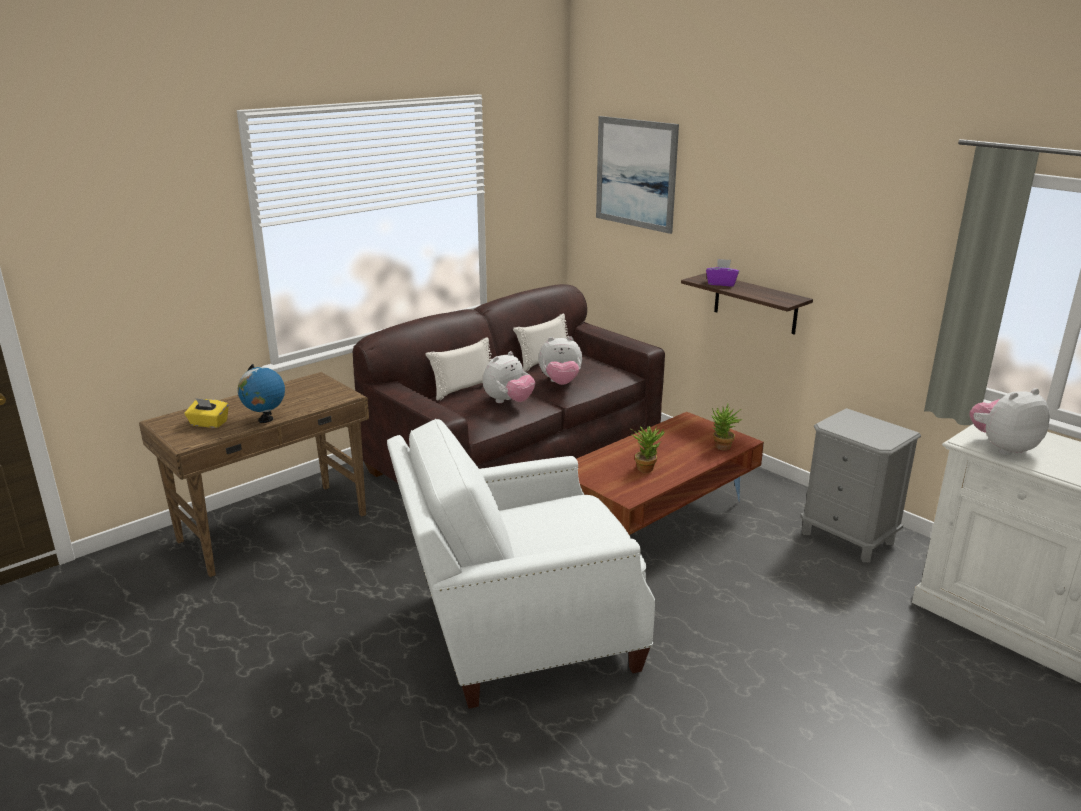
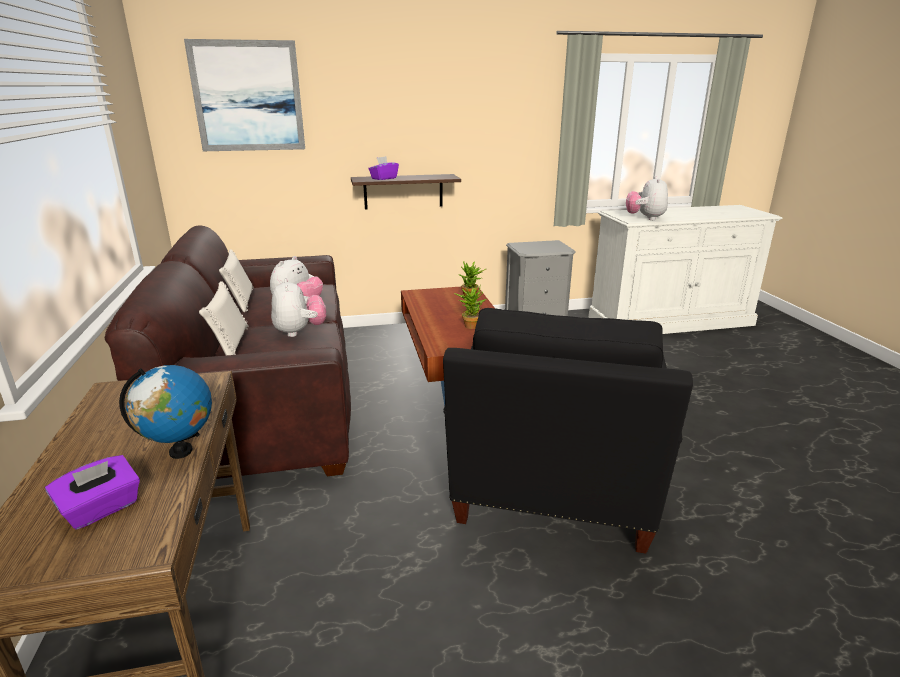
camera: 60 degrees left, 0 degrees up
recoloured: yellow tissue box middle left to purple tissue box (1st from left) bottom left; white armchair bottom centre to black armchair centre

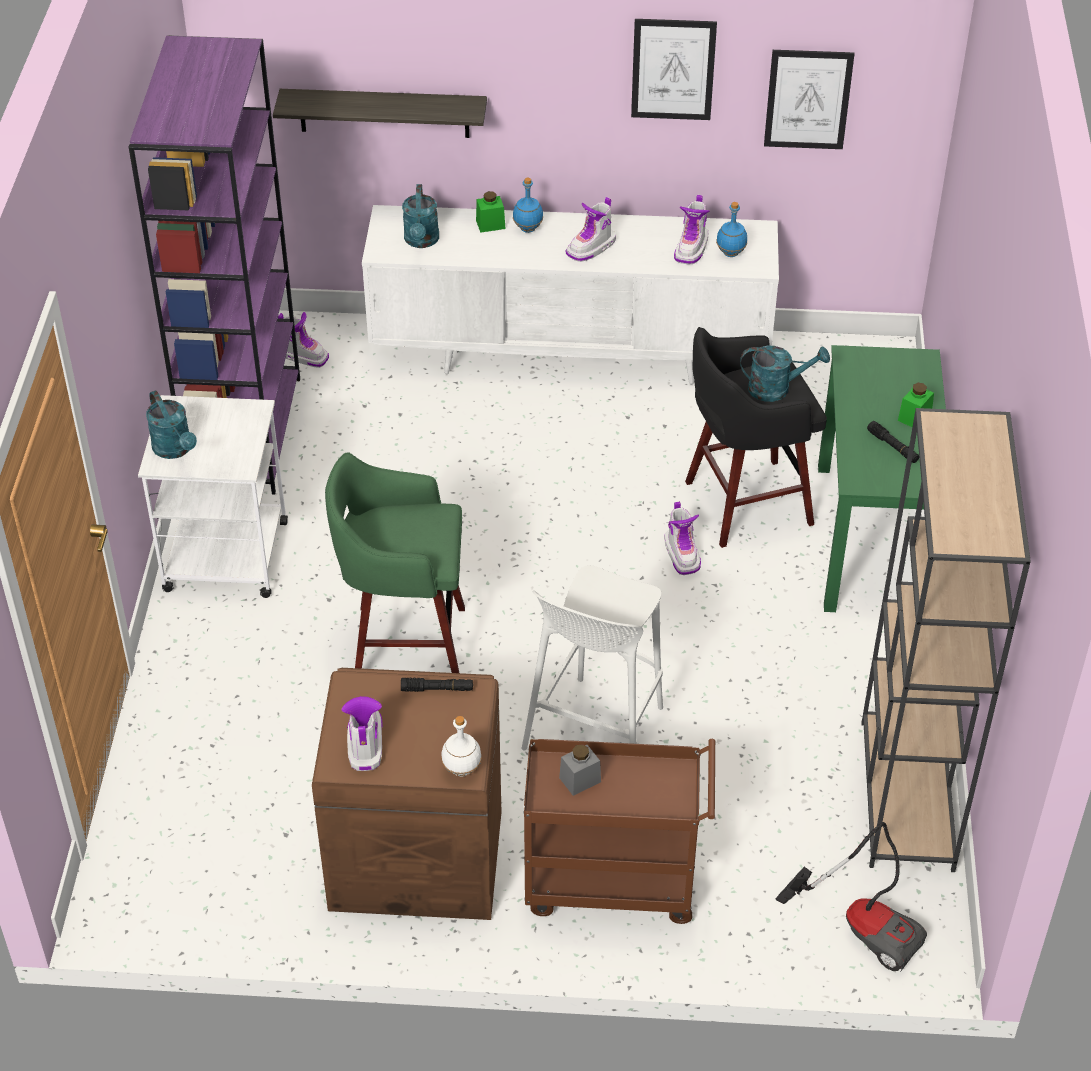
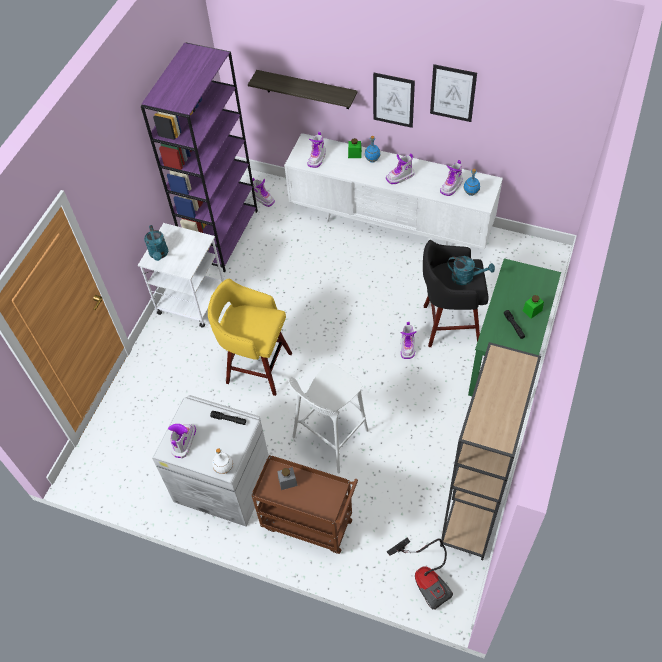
camera: 20 degrees right, 10 degrees up
moved: picture (2nd from left in the first image) top right to picture (1st from left) top centre
replaced: turquoise watering can (2nd from left) top centre to boot (3rd from left) top centre
recoloured: brown washing machine bottom centre to white washing machine bottom left; green stool centre to yellow stool centre

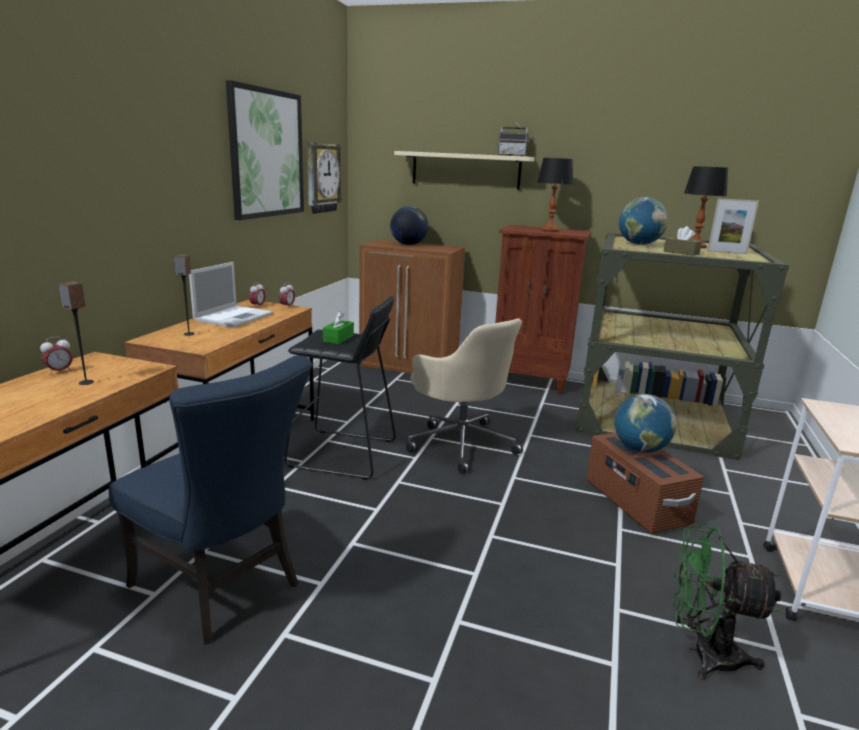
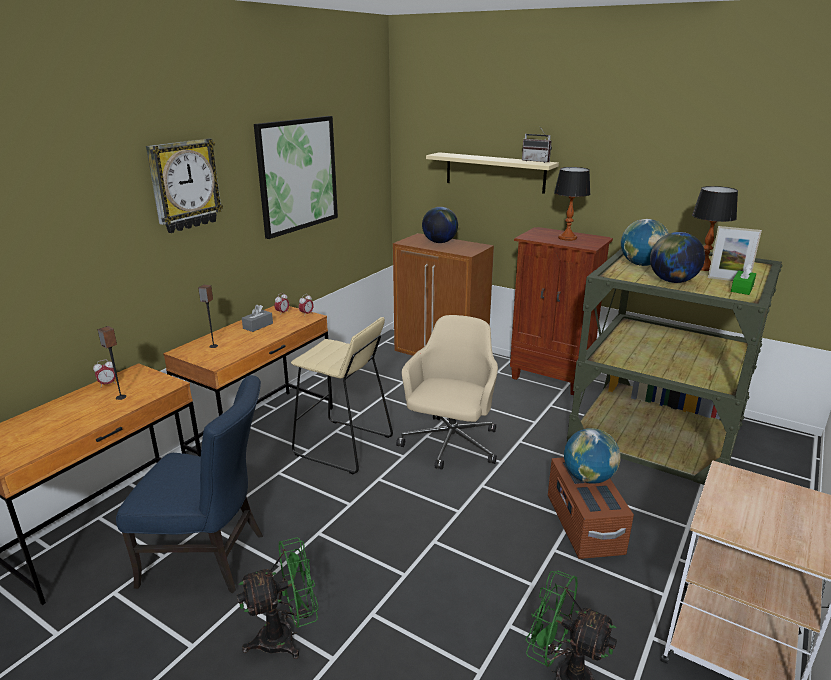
camera: 15 degrees right, 5 degrees up
added: green fan (1st from left) bottom centre
moved: wall clock top centre to top left; green tissue box centre to middle right
replaced: laptop middle left to grey tissue box middle left; brown tissue box top right to globe (4th from left) middle right
recoloured: black stool centre to beige stool centre
turned: blue chair bottom left = bottom left 45 degrees counterclockwise; beige office chair centre = centre 135 degrees counterclockwise

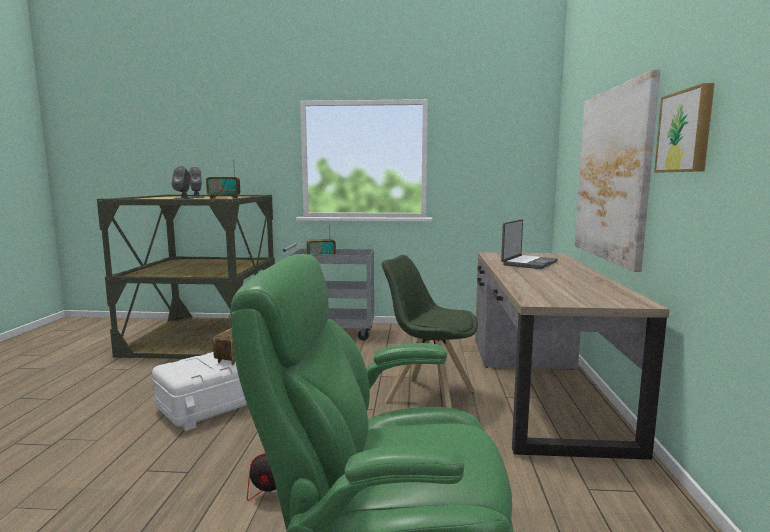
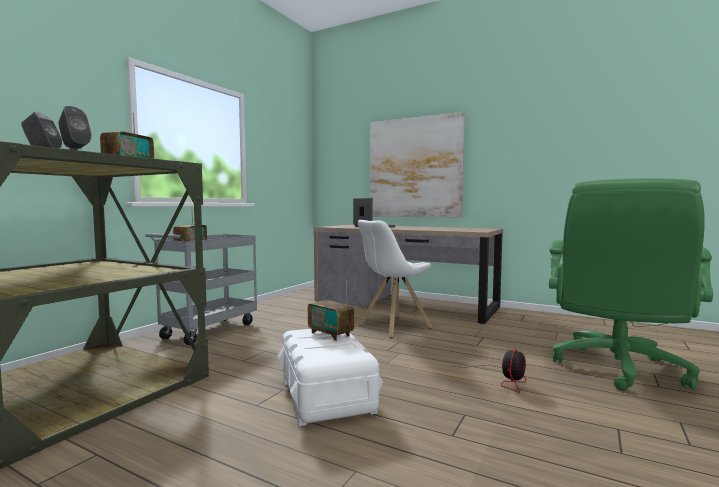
camera: 65 degrees left, 5 degrees down
removed: picture (2nd from left) top right
recoloured: green chair centre to white chair centre

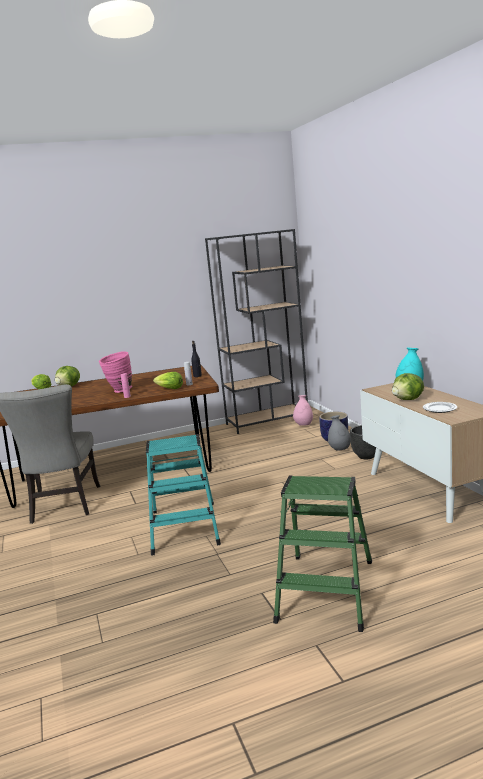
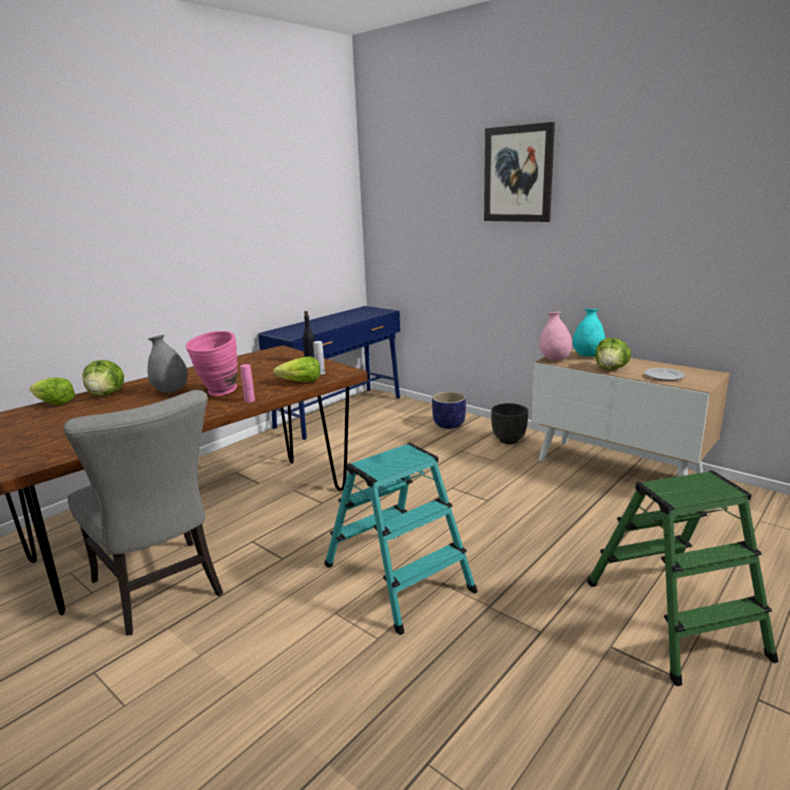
camera: 30 degrees left, 5 degrees up
added: picture top centre
moved: pink vase (2nd from left) centre to middle right; grey vase middle right to middle left
replaced: bookcase centre to blue console table centre

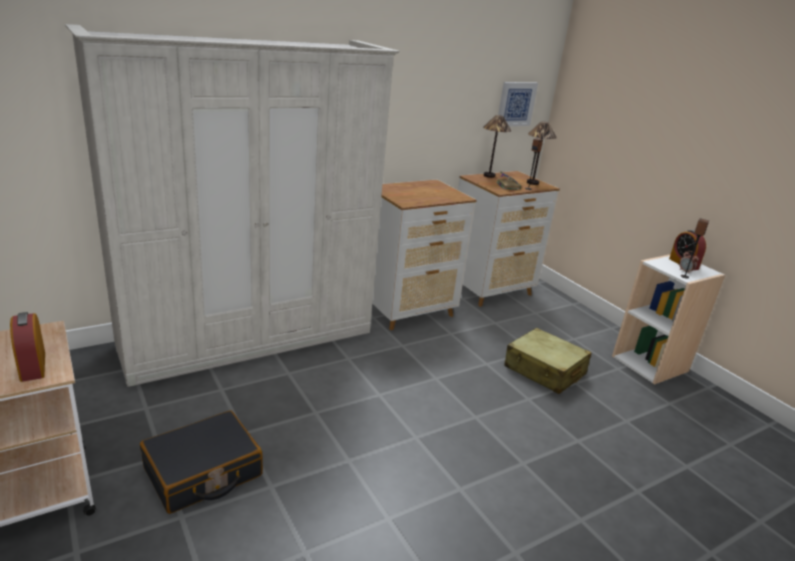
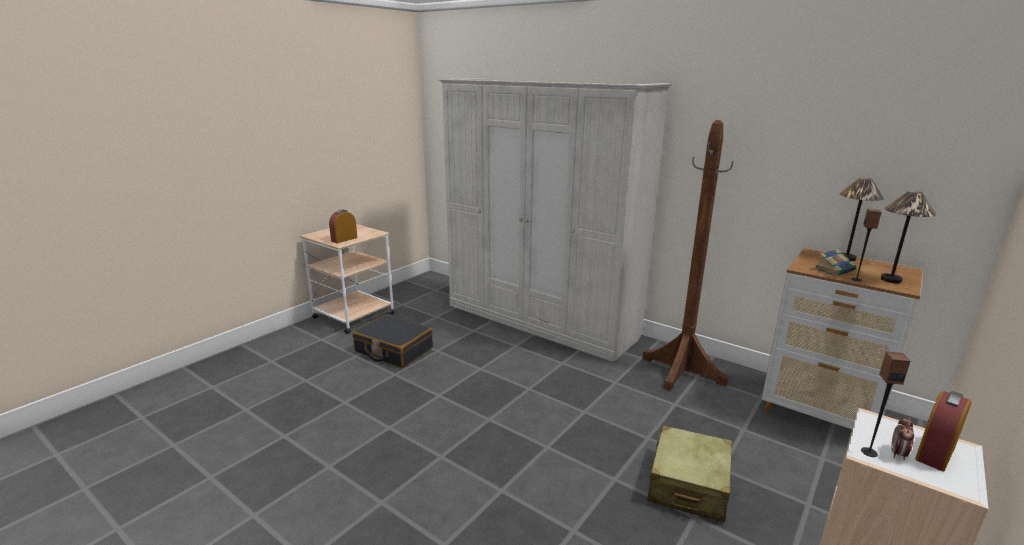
camera: 70 degrees right, 5 degrees down
removed: picture top centre
replaced: dresser (1st from left) centre to brown clothes rack middle right

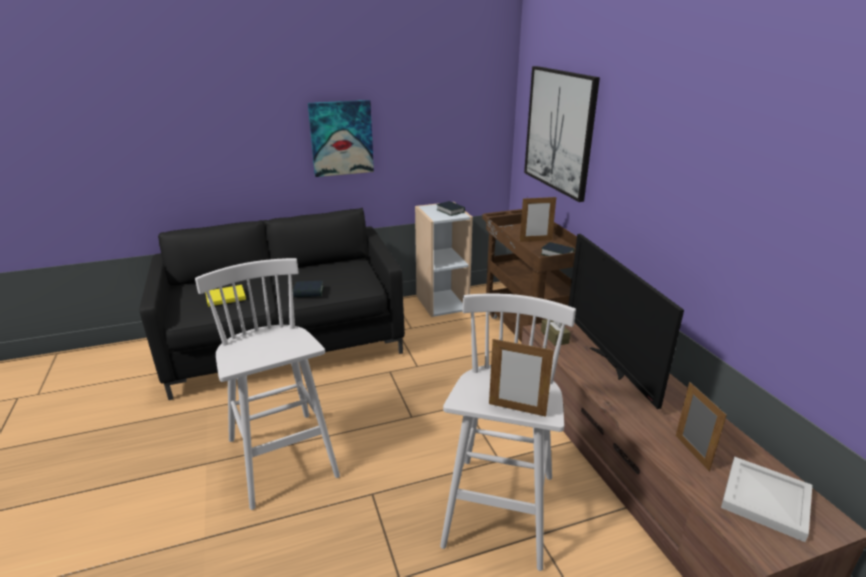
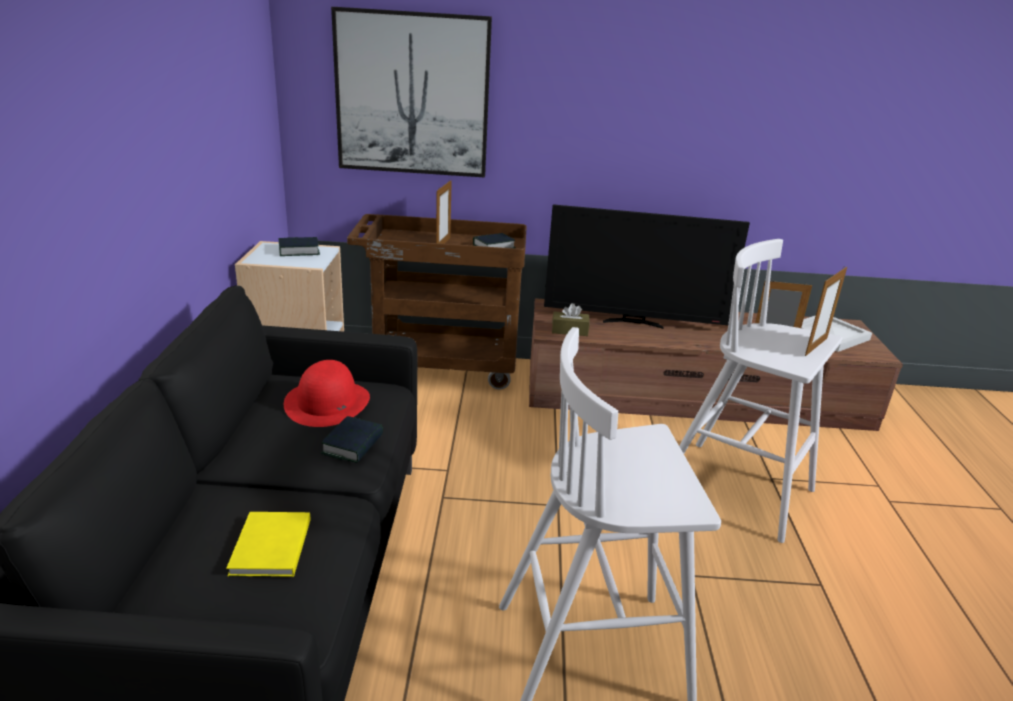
camera: 70 degrees left, 0 degrees up
removed: picture (1st from left) top centre
added: red hat middle left

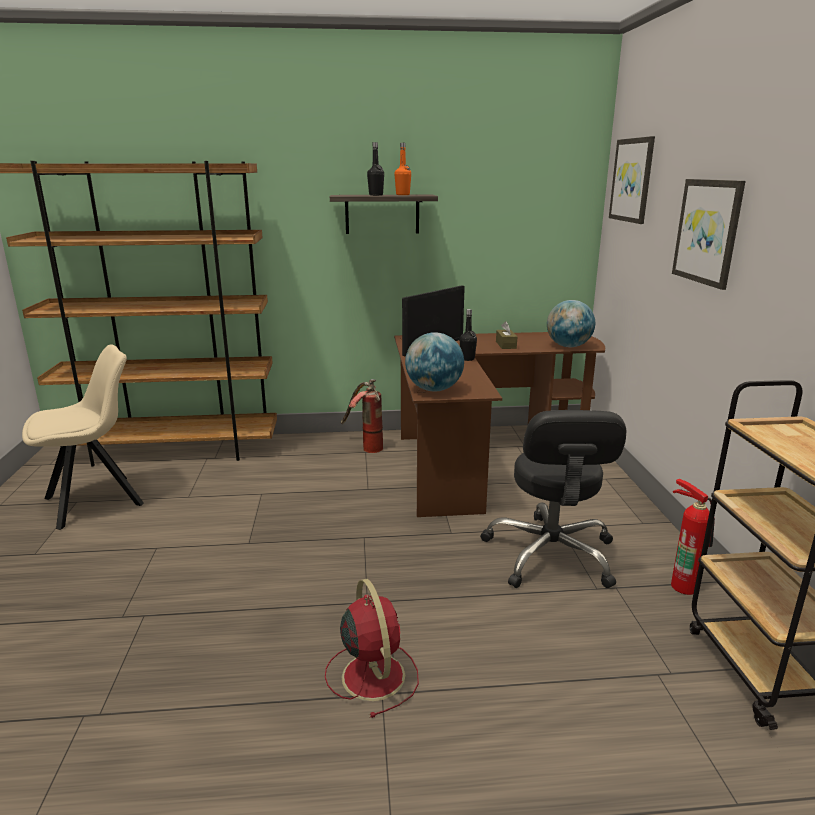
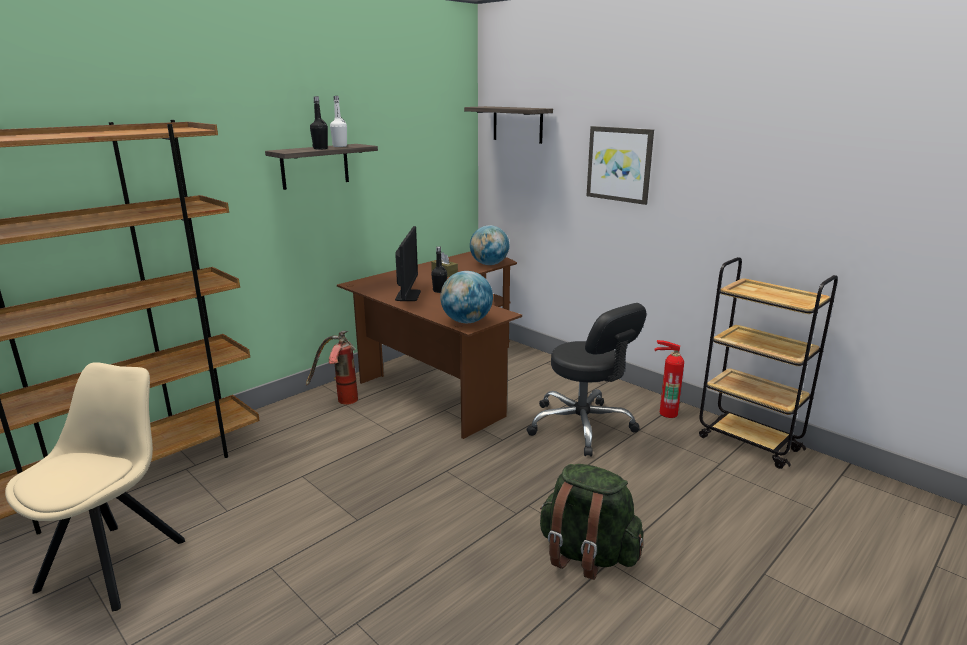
camera: 40 degrees left, 0 degrees up
replaced: red fan bottom centre to green backpack bottom centre; picture (1st from left) top right to shelf (2nd from left) top centre
recoloured: orange bottle top centre to white bottle top centre

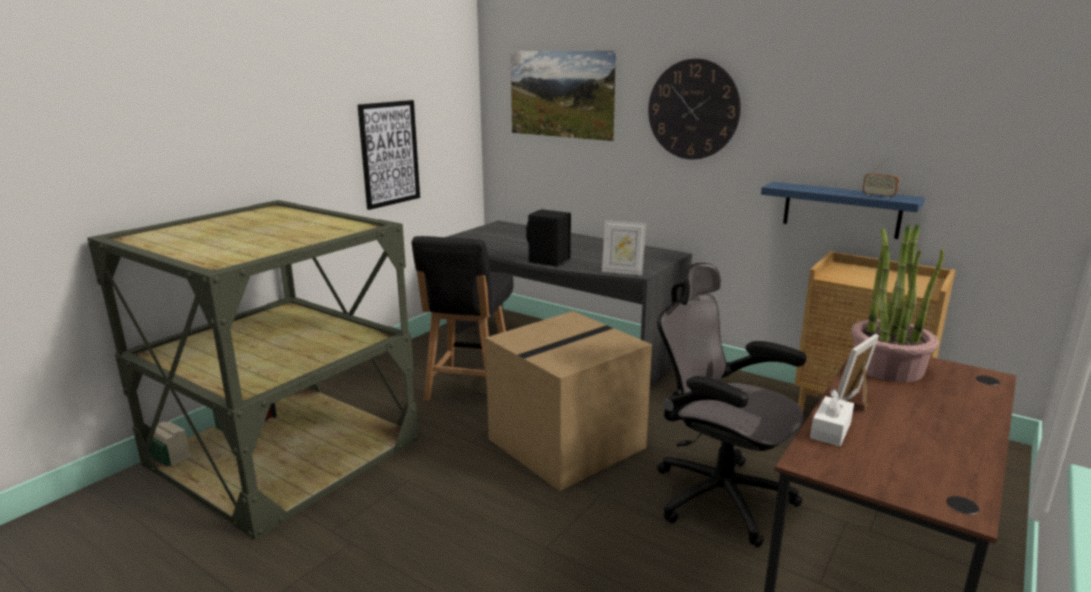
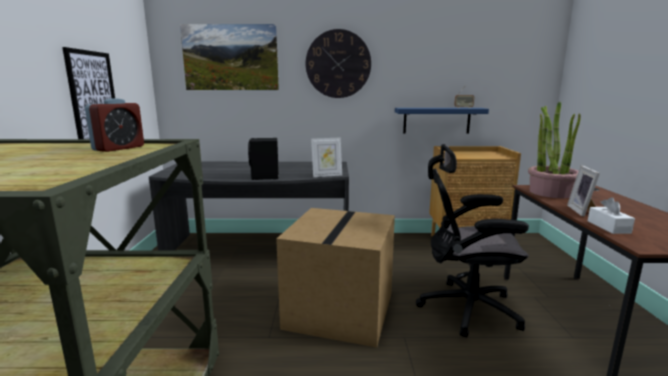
camera: 35 degrees left, 5 degrees down
removed: black chair centre
added: alarm clock top left

